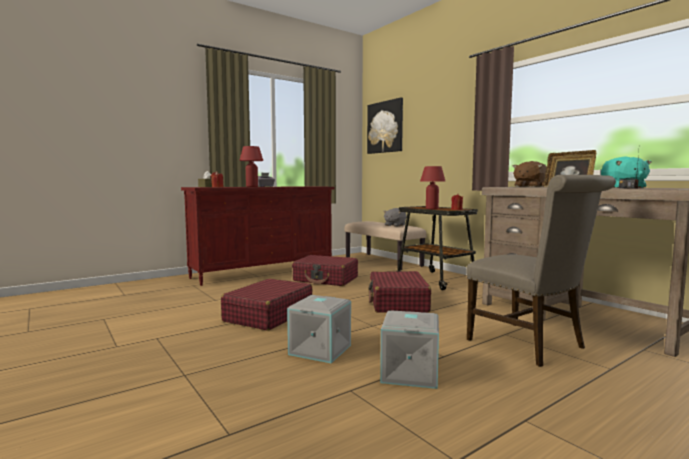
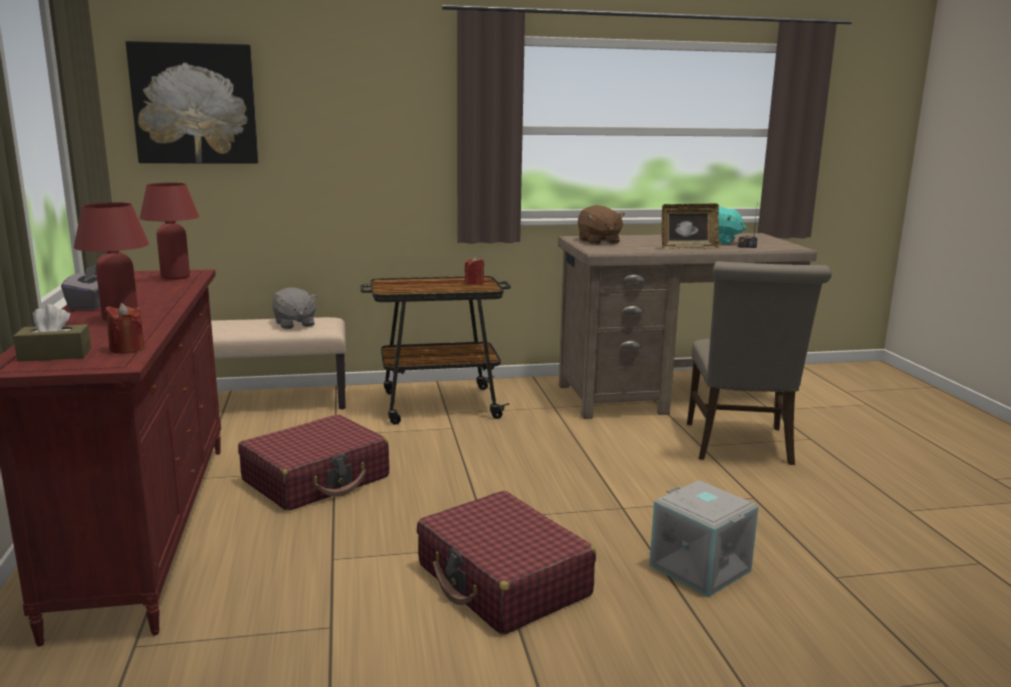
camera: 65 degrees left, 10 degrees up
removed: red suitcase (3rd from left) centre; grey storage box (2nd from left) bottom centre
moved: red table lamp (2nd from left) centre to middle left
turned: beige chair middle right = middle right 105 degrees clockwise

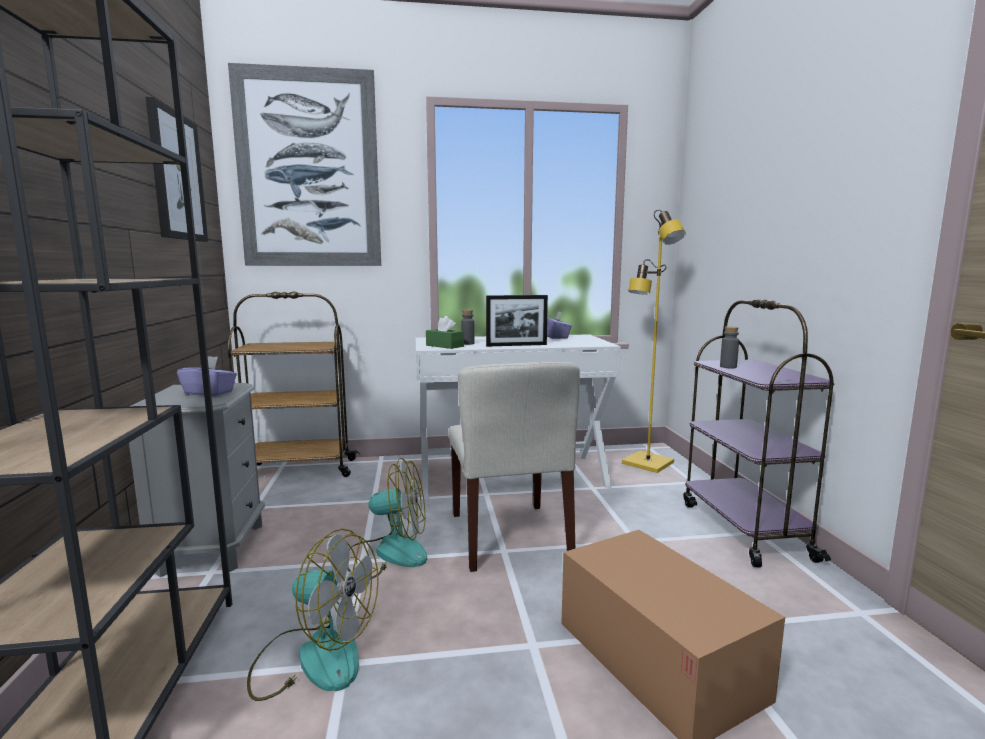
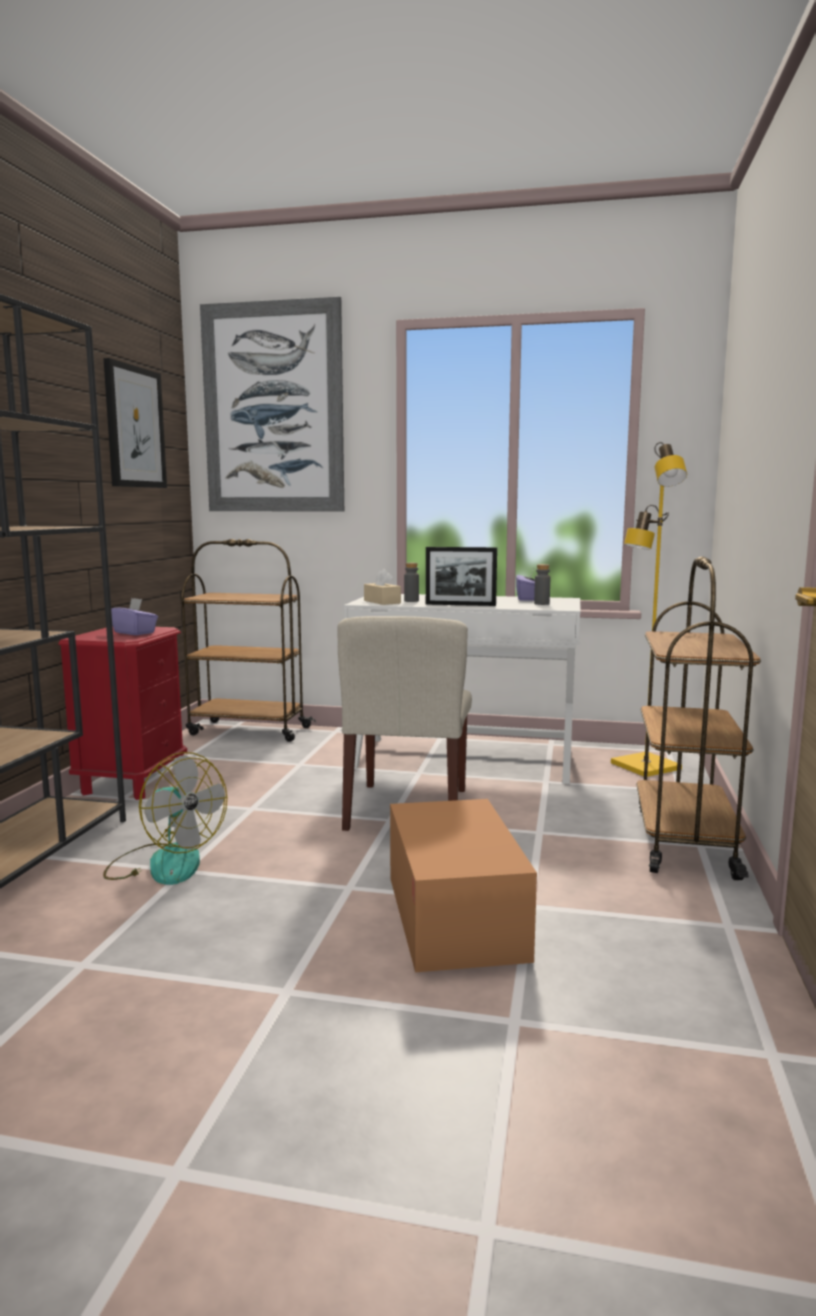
camera: 20 degrees right, 0 degrees up
removed: fan (2nd from left) bottom centre
moved: grey bottle (2nd from left) middle right to centre
recoloured: grey nightstand middle left to red nightstand middle left; green tissue box centre to beige tissue box centre; purple cart middle right to brown cart (2nd from left) middle right

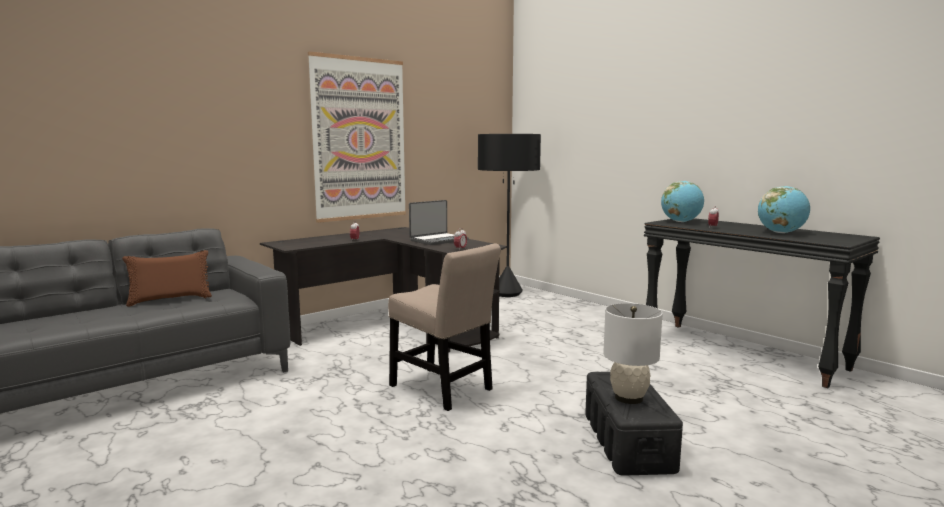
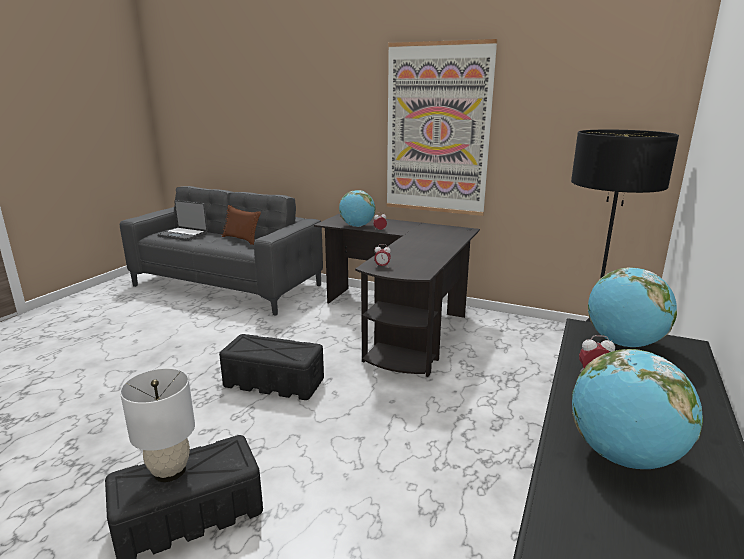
camera: 65 degrees right, 10 degrees up
added: globe (1st from left) centre
moved: laptop centre to middle left
replaced: beige chair centre to black storage box (2nd from left) centre

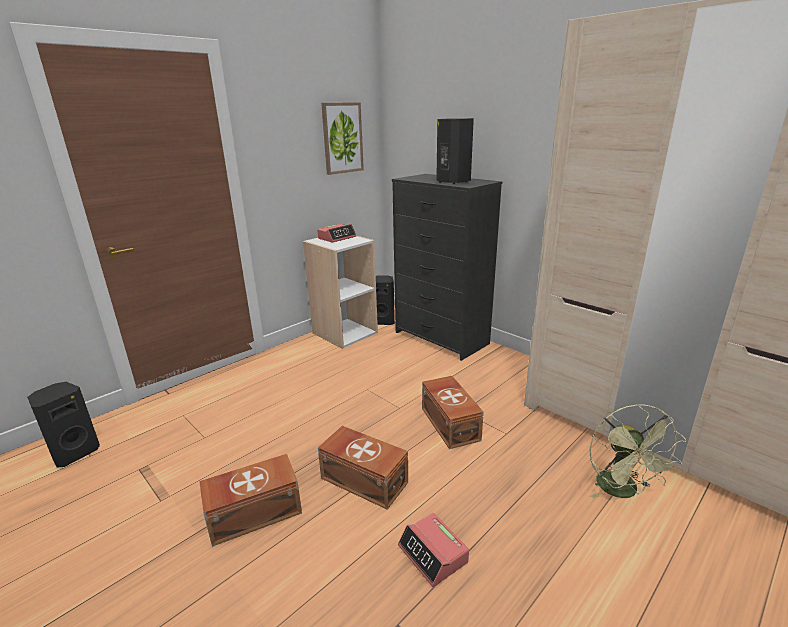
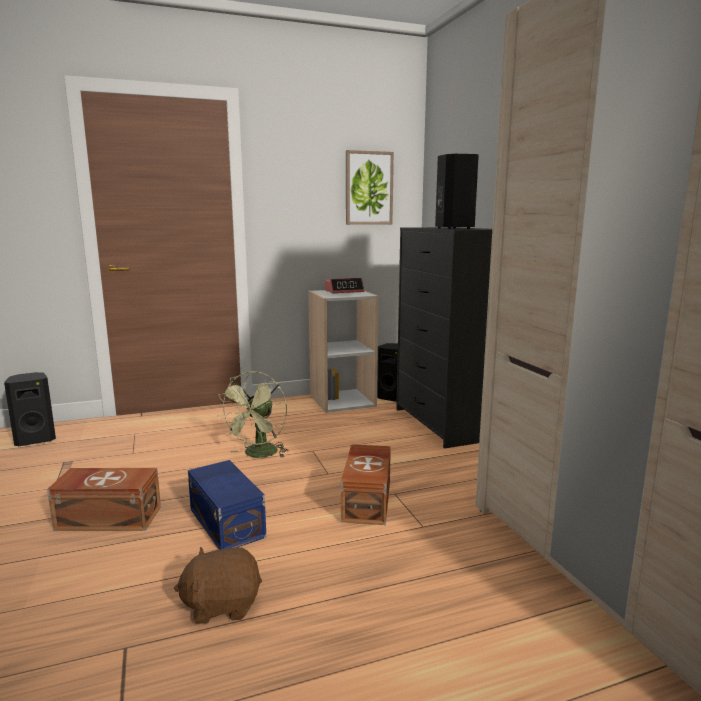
camera: 25 degrees right, 10 degrees down
moved: green fan bottom right to centre
replaced: alarm clock (2nd from left) bottom centre to brown plush toy bottom left
recoloured: brown storage box (2nd from left) bottom centre to blue storage box bottom left

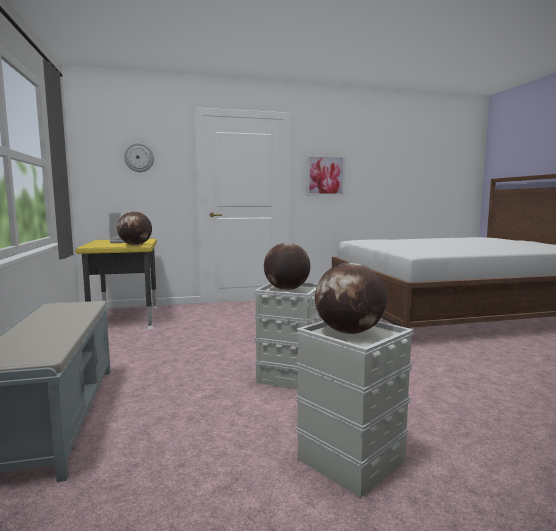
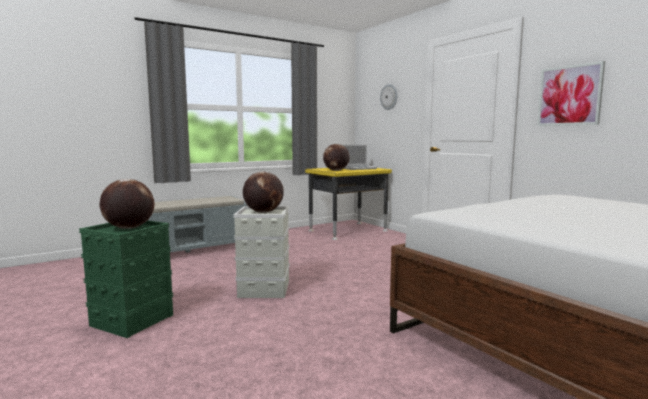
camera: 70 degrees right, 0 degrees up
recoloured: grey storage box (2nd from left) bottom centre to green storage box bottom left

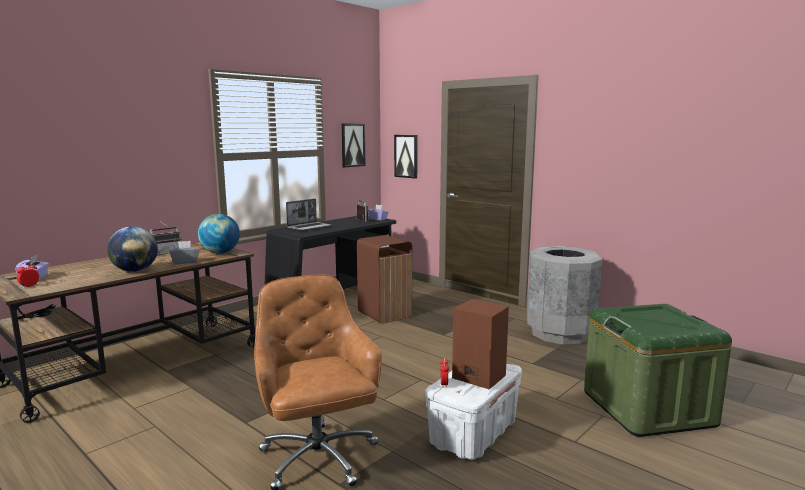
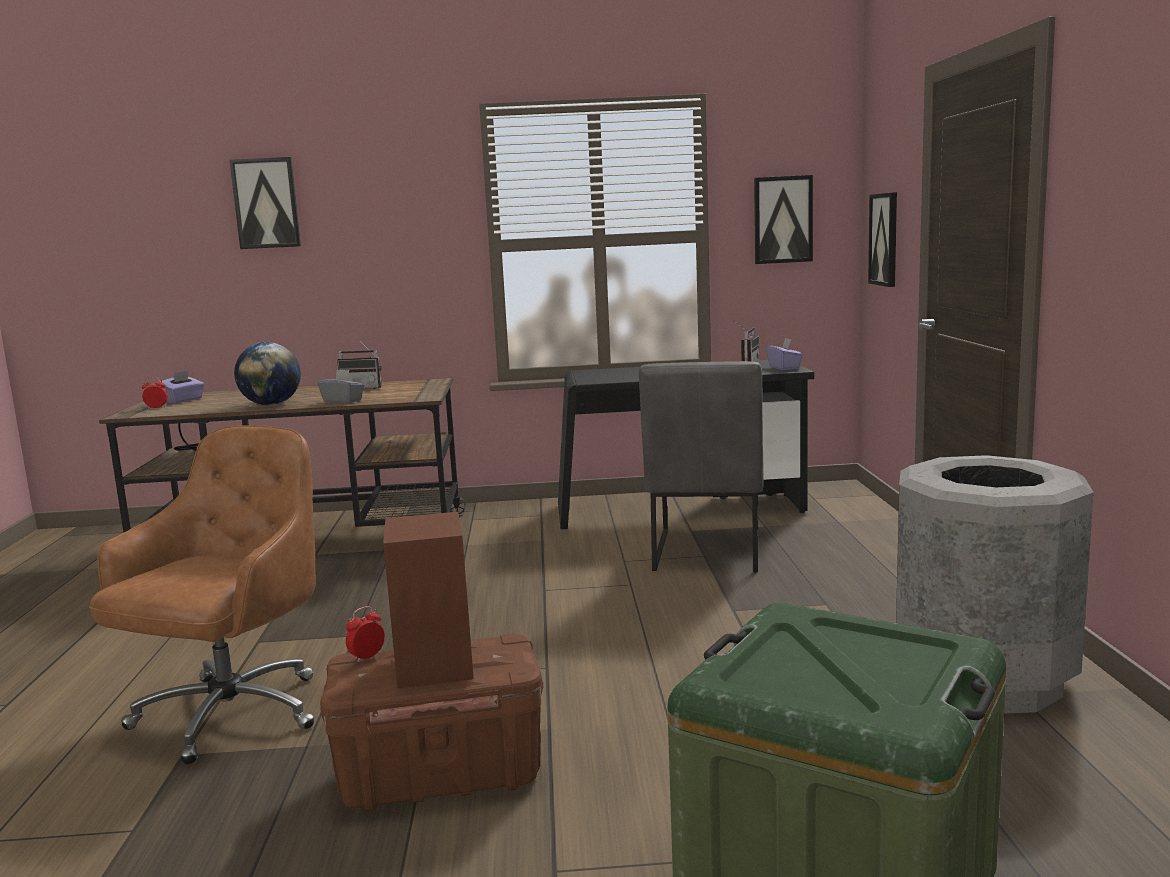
camera: 45 degrees right, 0 degrees up
removed: globe (2nd from left) middle left; laptop centre
added: picture (1st from left) top left
replaced: brown trash can centre to grey chair centre
recoloured: white storage box bottom centre to brown storage box bottom centre

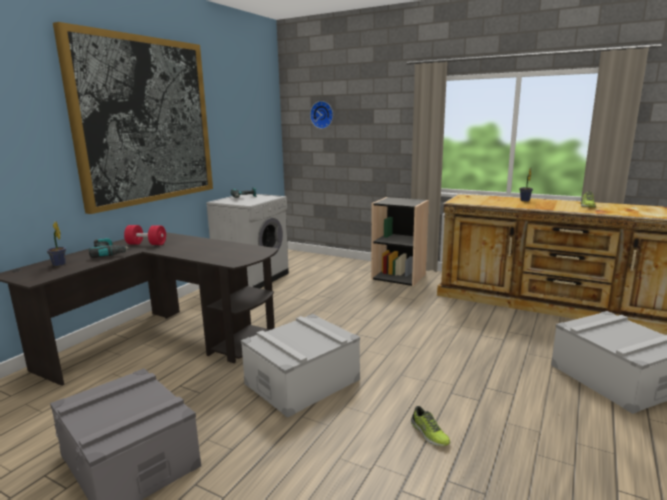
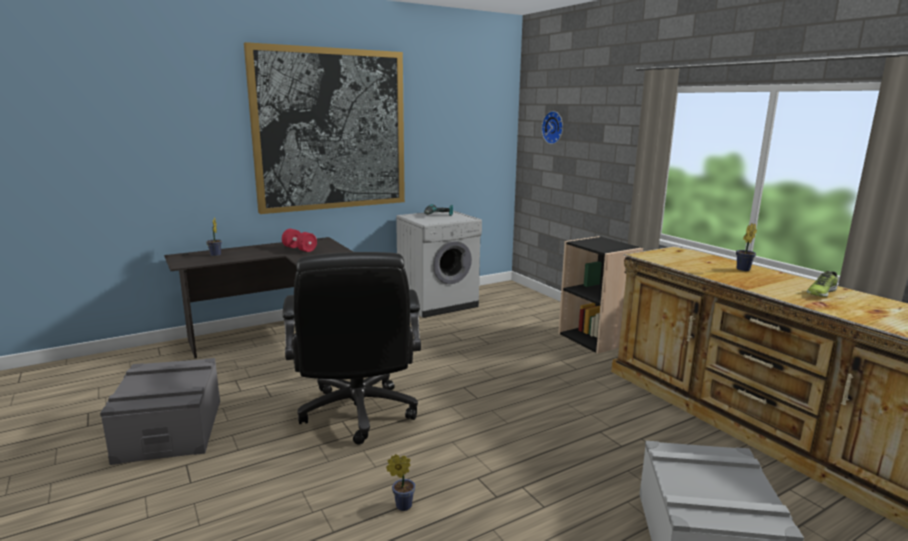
camera: 30 degrees right, 0 degrees up
removed: power drill (1st from left) middle left
replaced: grey storage box (2nd from left) bottom centre to black office chair centre; shoe (1st from left) bottom centre to potted plant (2nd from left) bottom centre

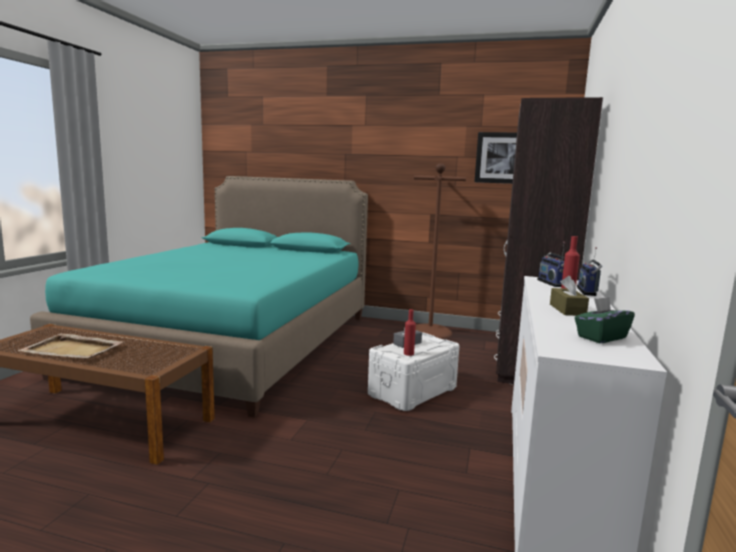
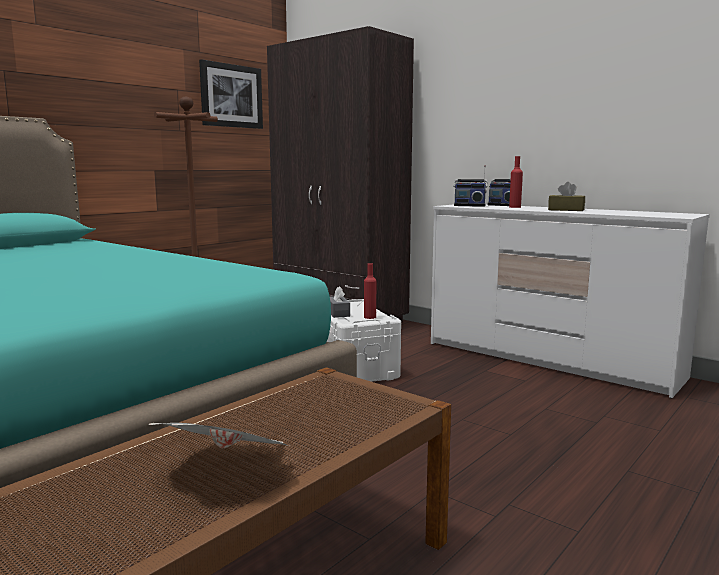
camera: 65 degrees left, 0 degrees up
removed: green tissue box middle right
replaced: beige tray middle left to newspaper bottom left

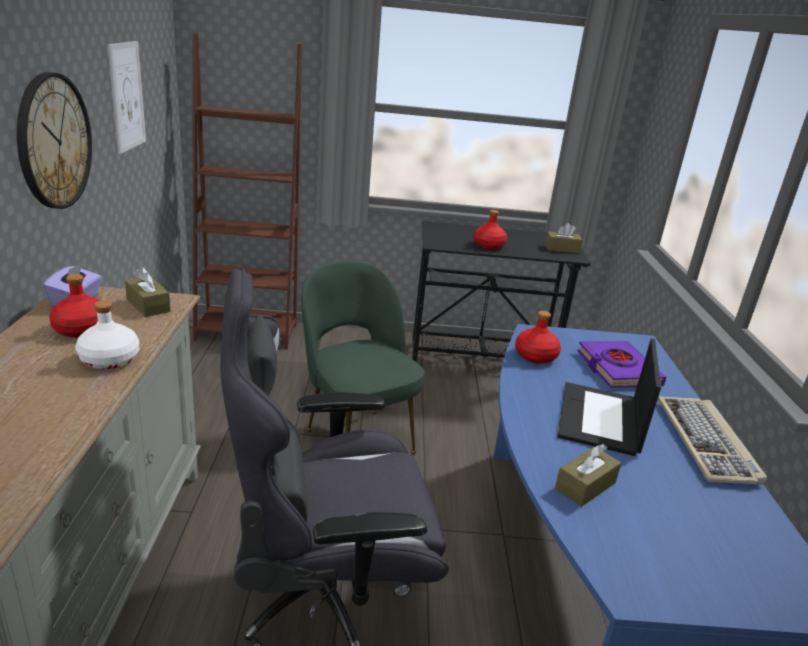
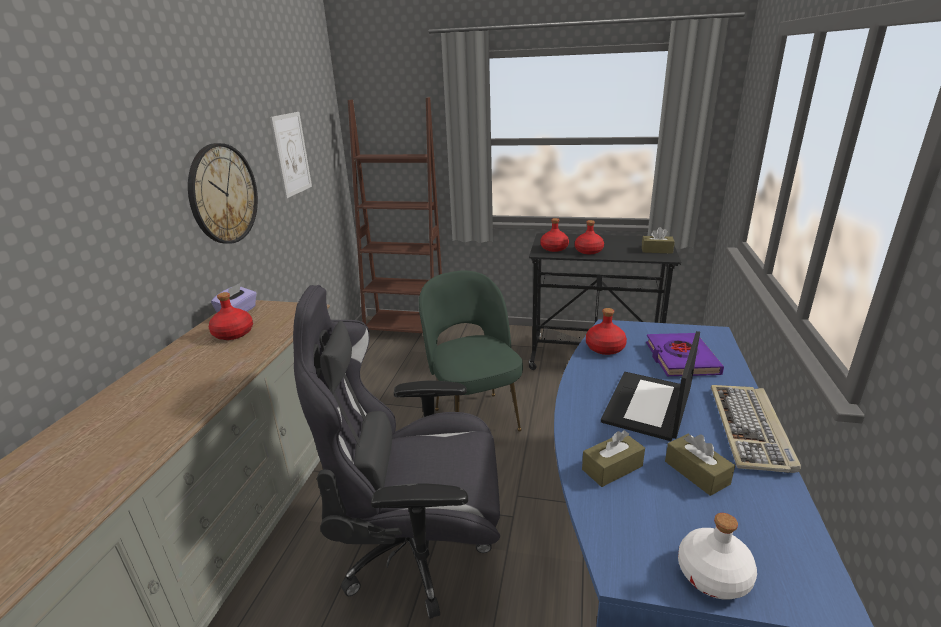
camera: 15 degrees right, 0 degrees up
added: red bottle (2nd from left) centre
moved: white bottle middle left to bottom right; brown tissue box (1st from left in the first image) middle left to brown tissue box (3rd from left) bottom right

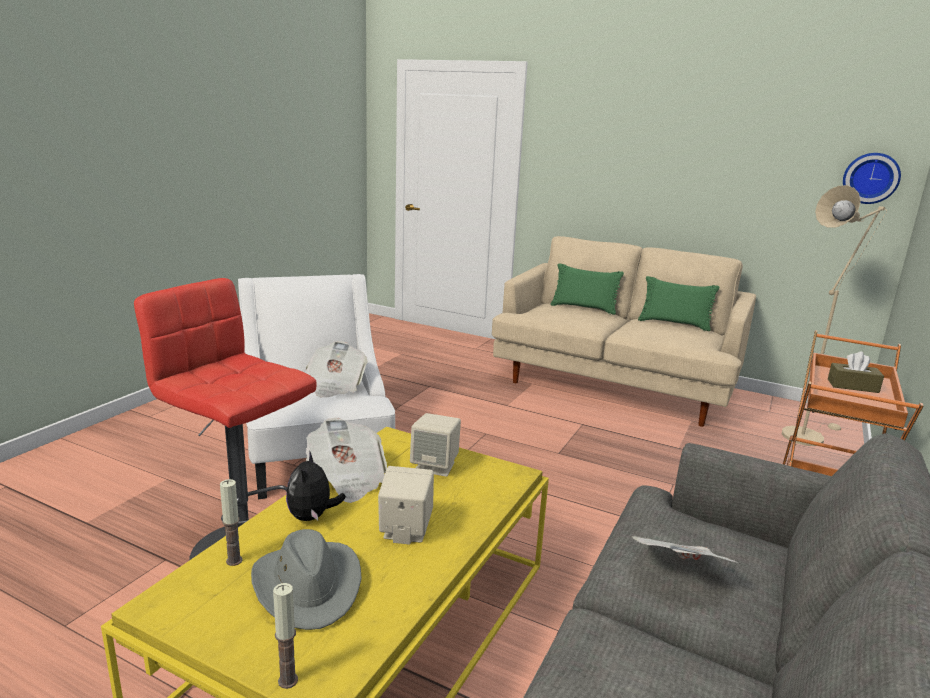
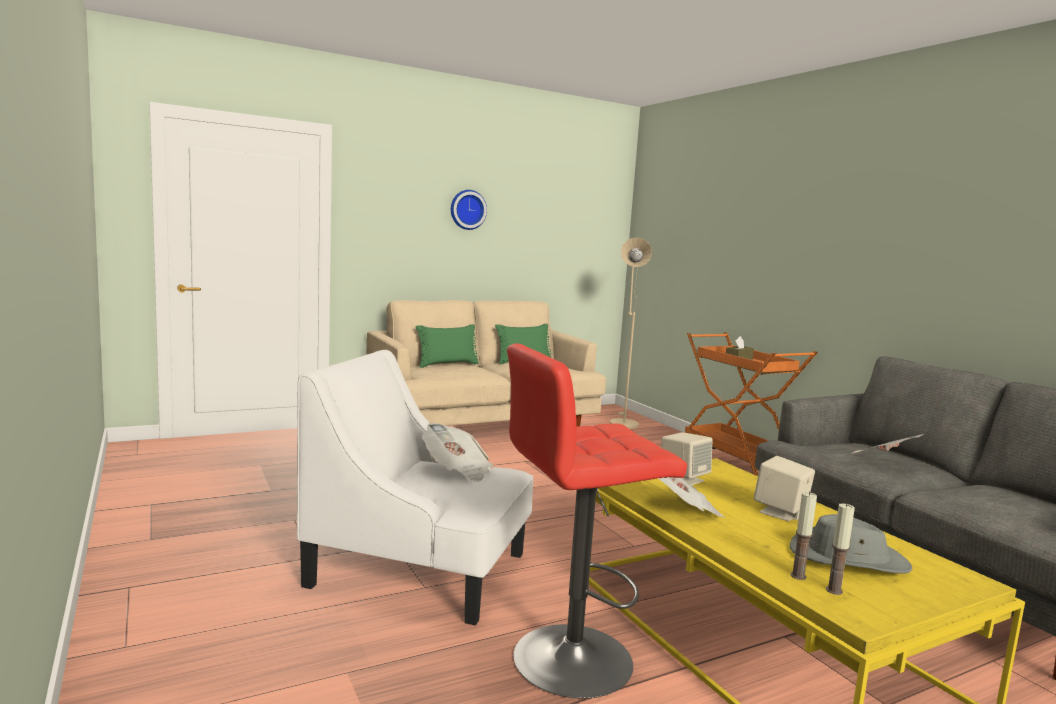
camera: 55 degrees left, 10 degrees down
removed: plush toy bottom centre
moved: candle (2nd from left) bottom left to bottom right; wall clock top right to top centre

